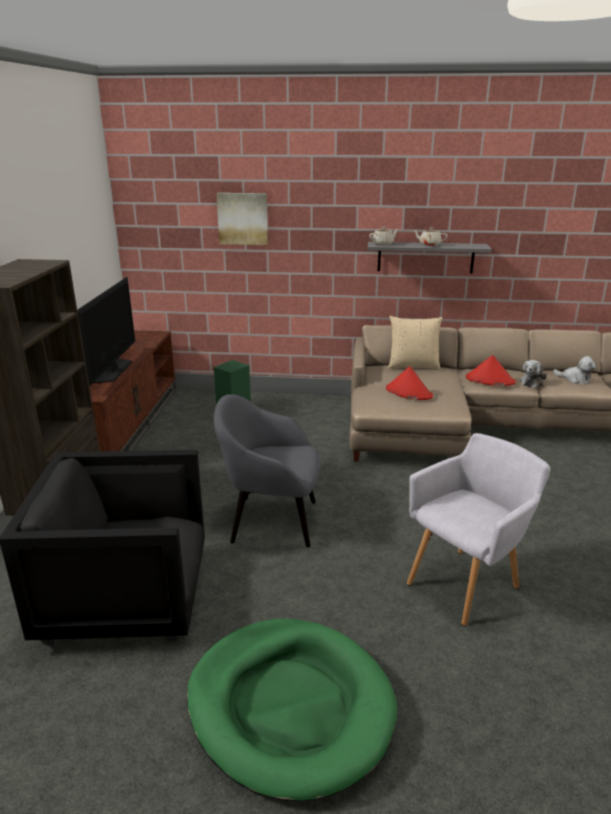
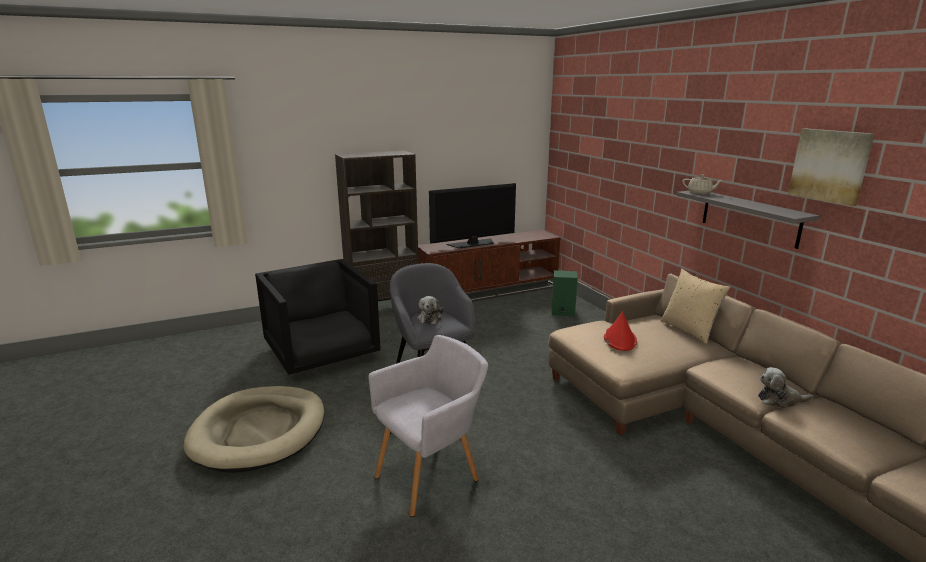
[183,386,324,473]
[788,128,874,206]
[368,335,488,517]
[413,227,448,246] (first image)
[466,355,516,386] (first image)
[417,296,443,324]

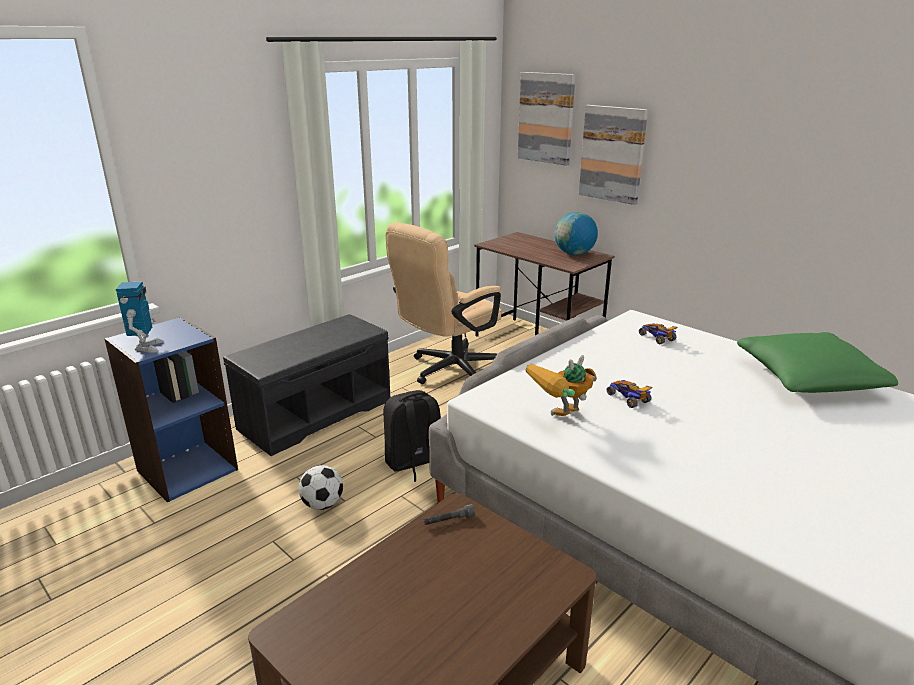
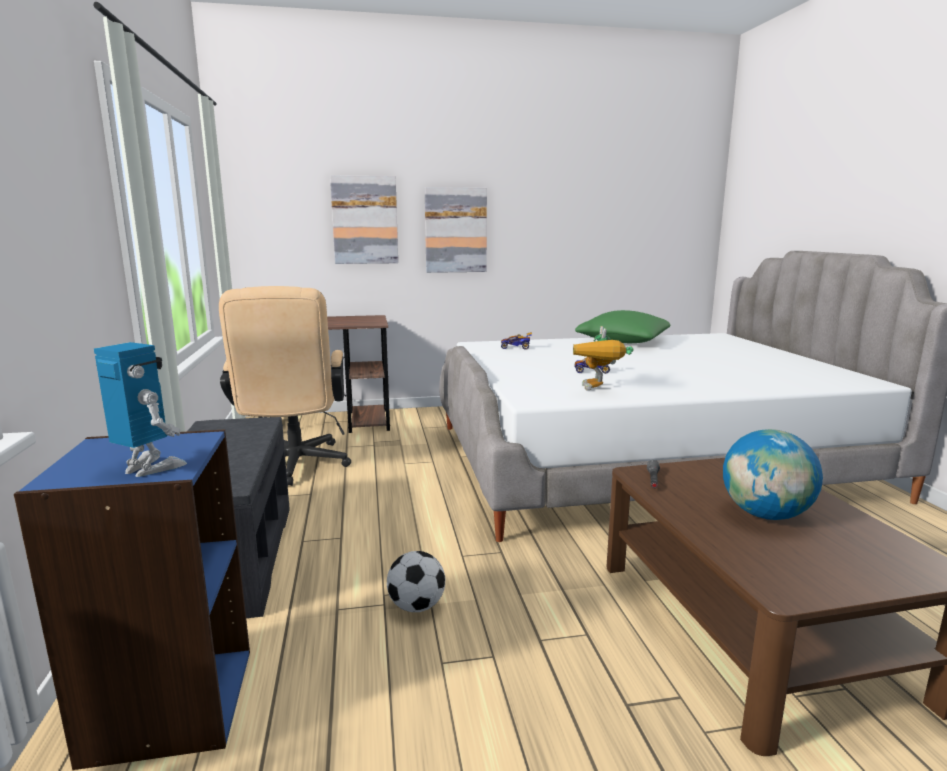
[383,390,441,482] (first image)
[425,187,487,273]
[723,429,823,520]

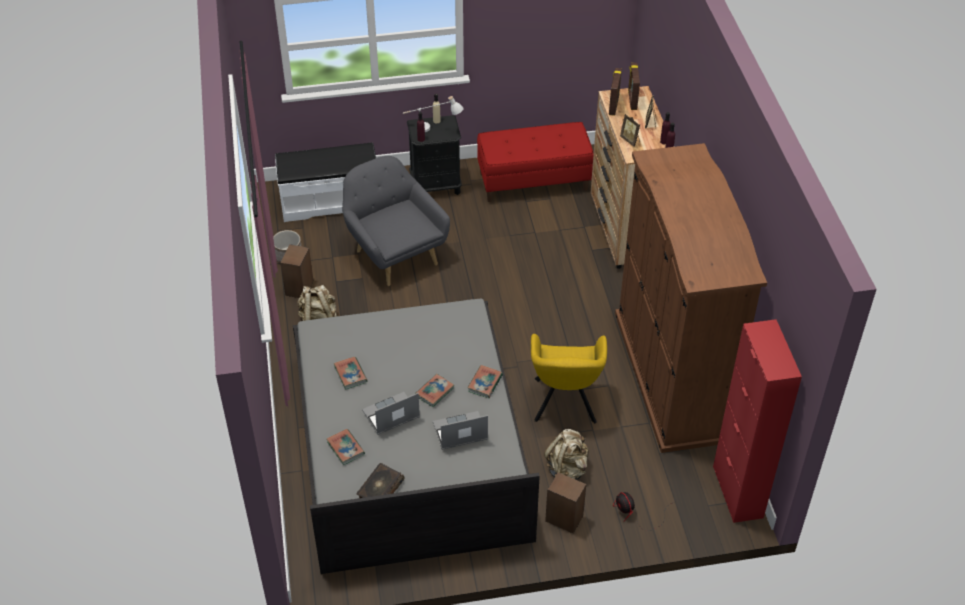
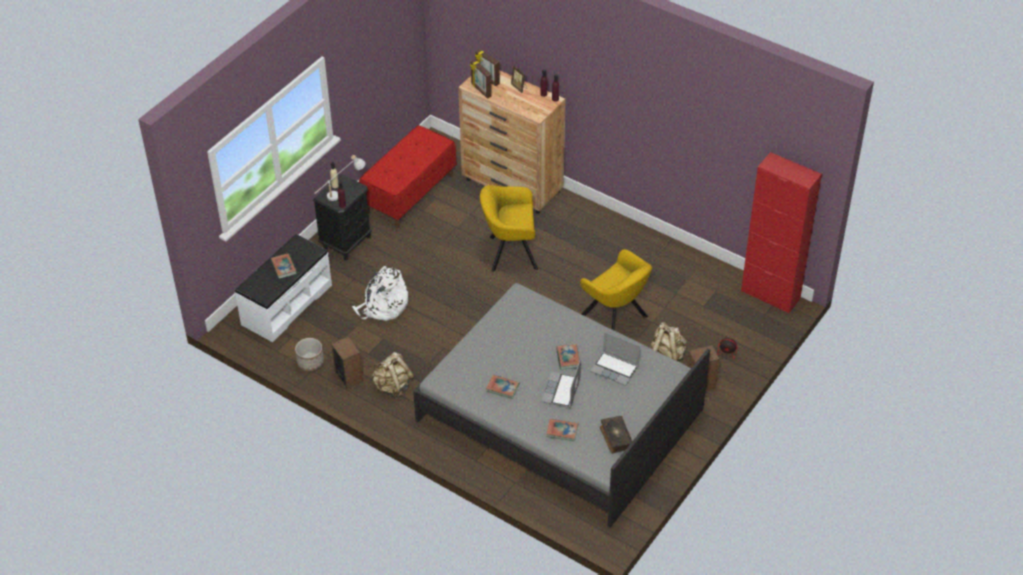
[352,266,408,321]
[590,332,640,386]
[271,253,297,279]
[615,143,767,453] (first image)
[620,114,640,147] (first image)
[480,185,538,272]

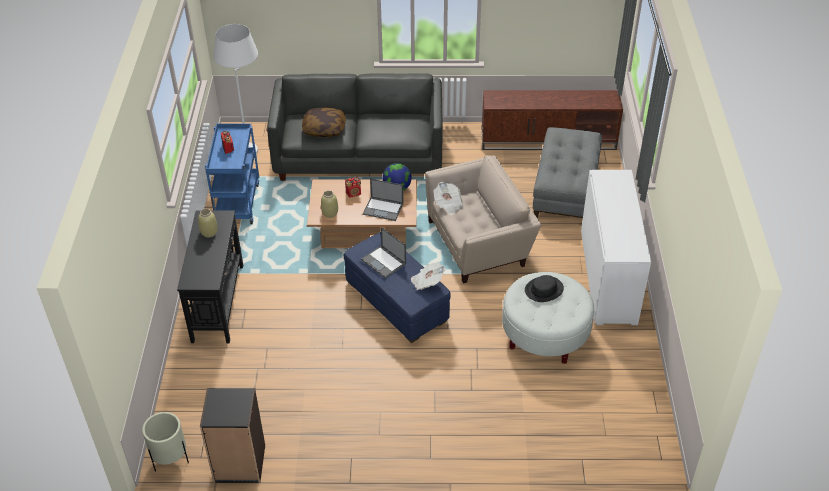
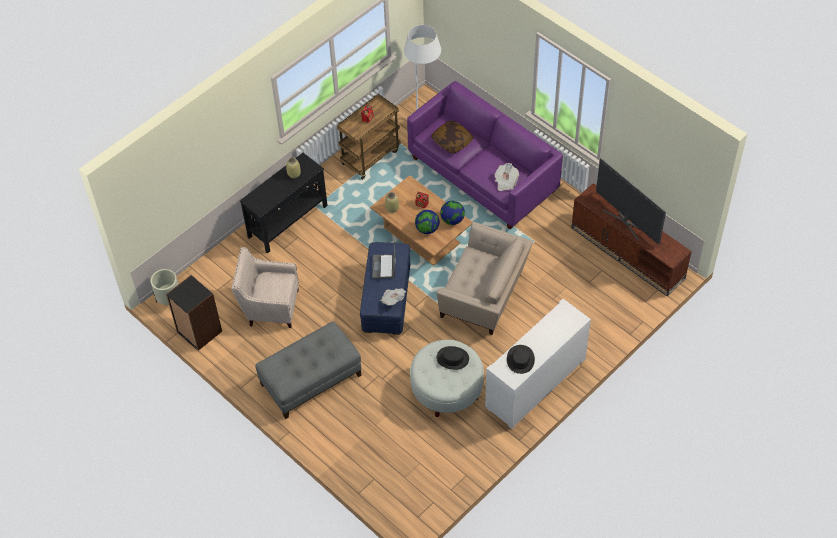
[337,94,401,180]
[407,81,563,230]
[415,210,440,234]
[494,163,519,191]
[255,322,361,419]
[232,247,299,328]
[507,345,535,374]
[596,158,666,244]

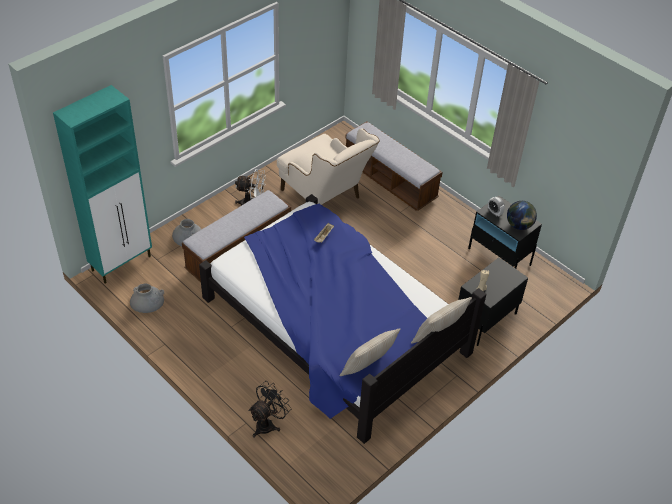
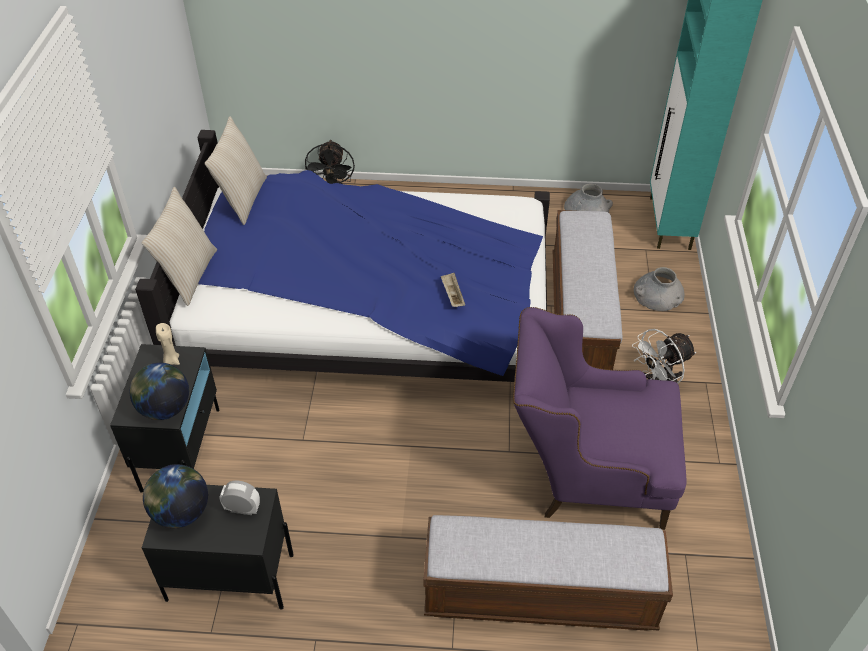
[513,307,687,530]
[130,363,189,420]

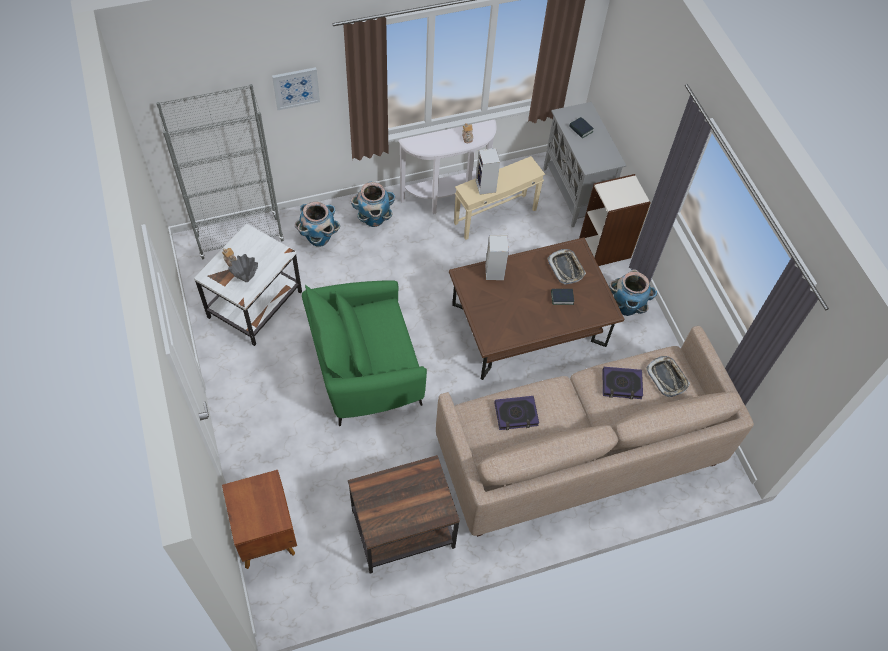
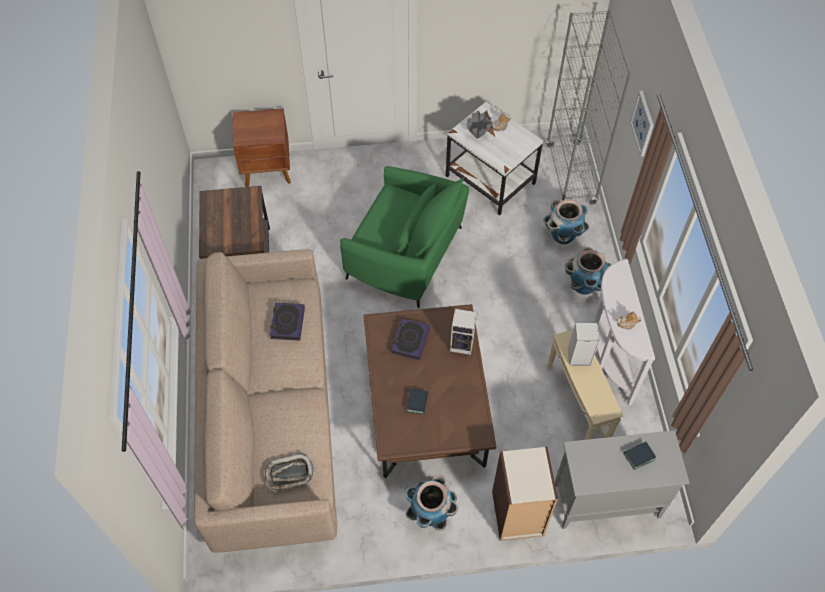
[340,166,469,308]
[547,249,586,285] (first image)
[391,318,430,360]

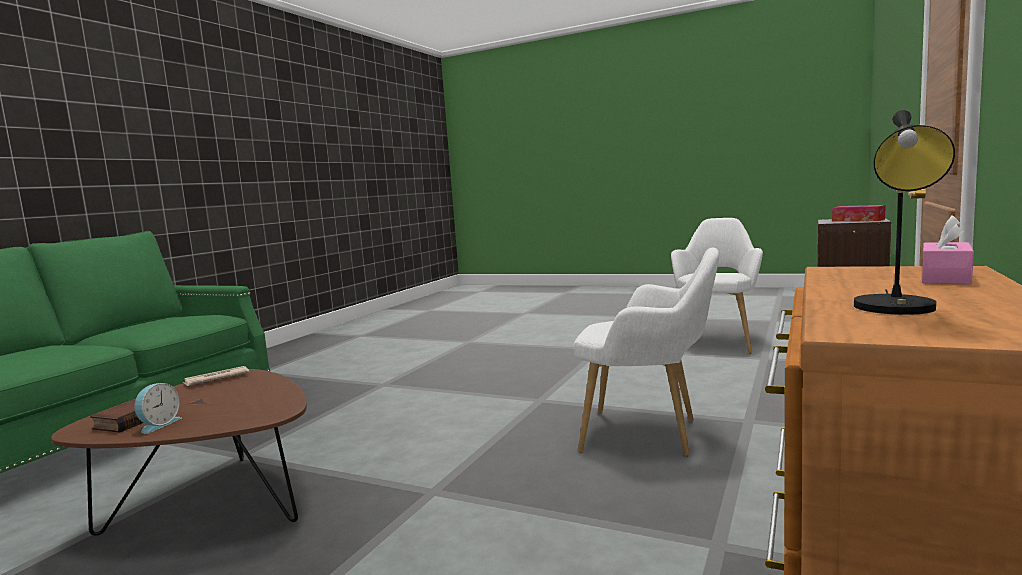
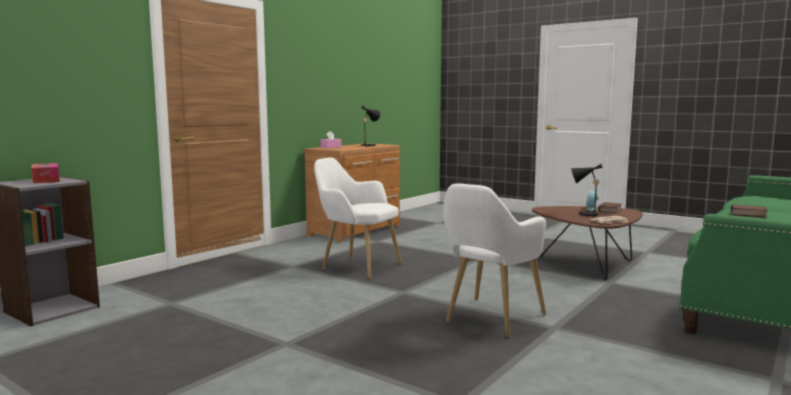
[443,183,546,338]
[571,164,606,216]
[731,205,768,218]

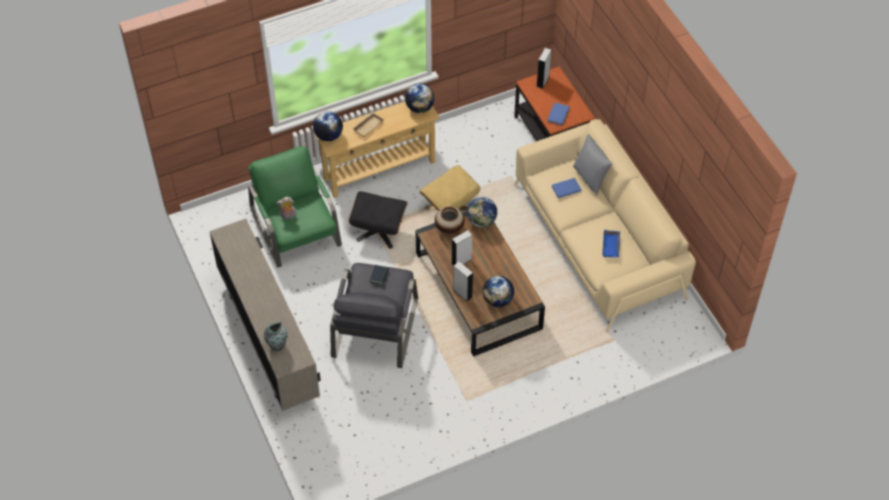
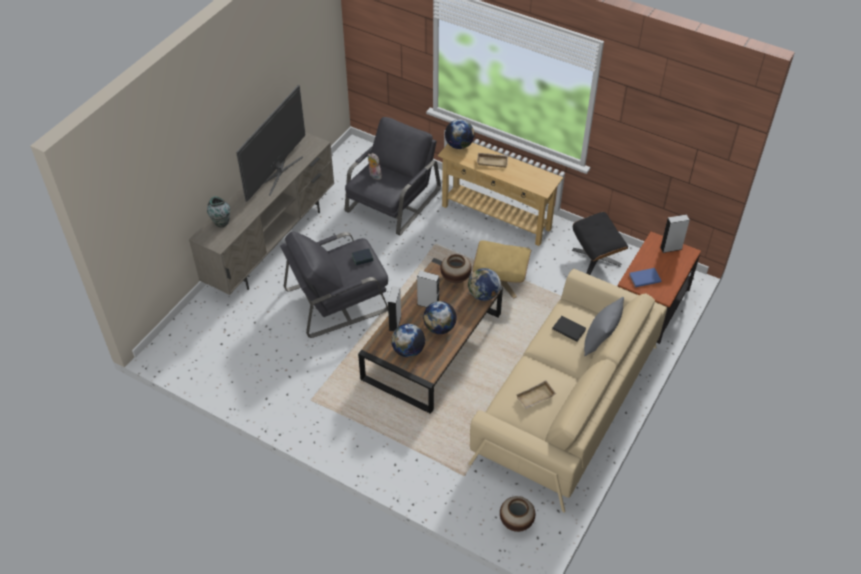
[345,117,441,235]
[572,212,628,275]
[423,301,457,334]
[552,316,586,341]
[516,380,556,409]
[236,85,305,202]
[500,496,535,532]

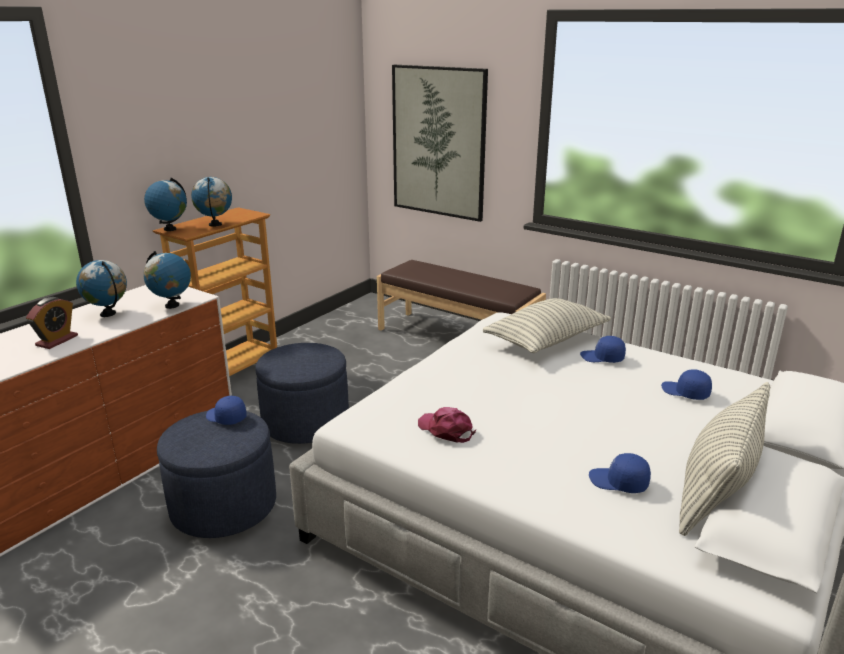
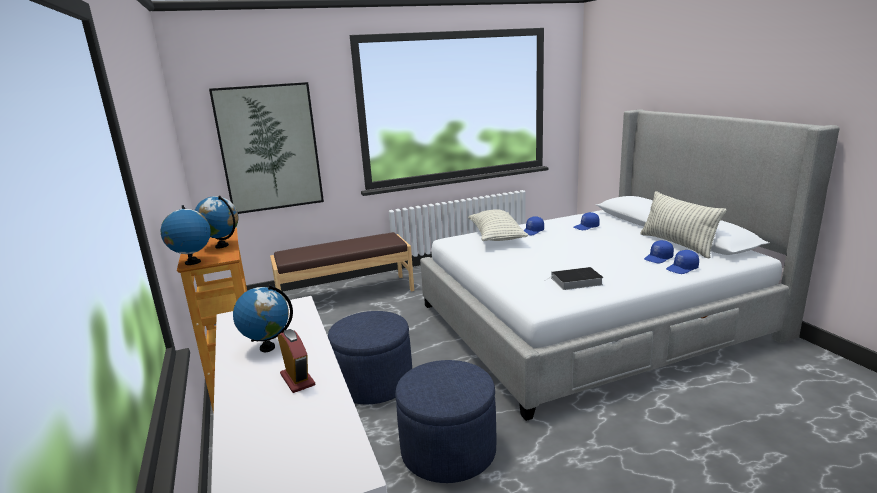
[143,251,191,309] (first image)
[666,250,699,274]
[549,267,603,290]

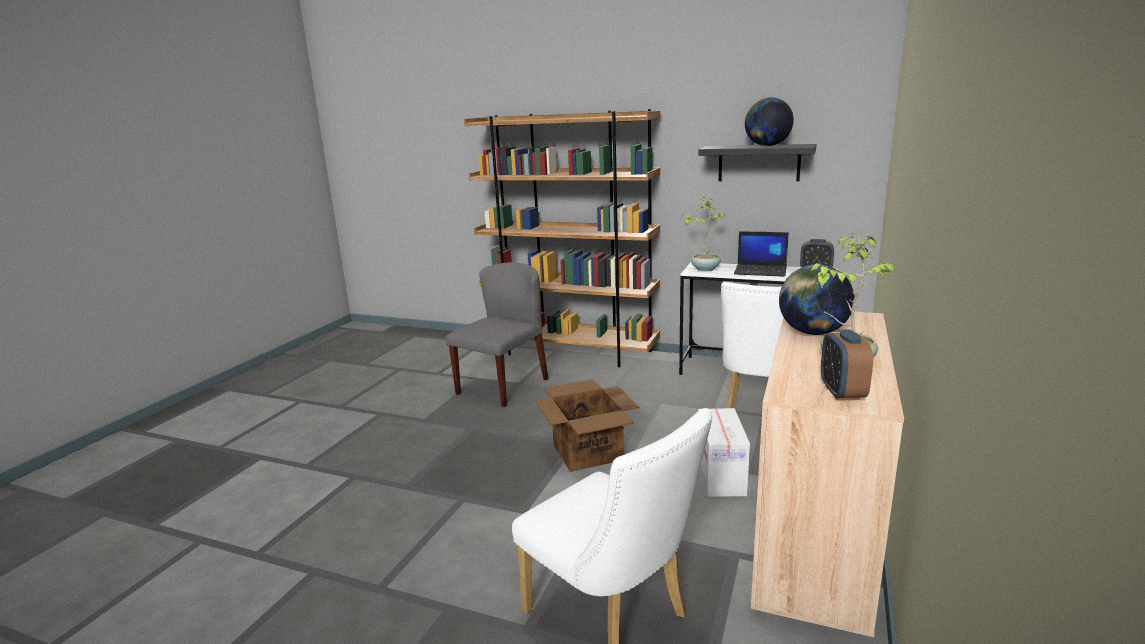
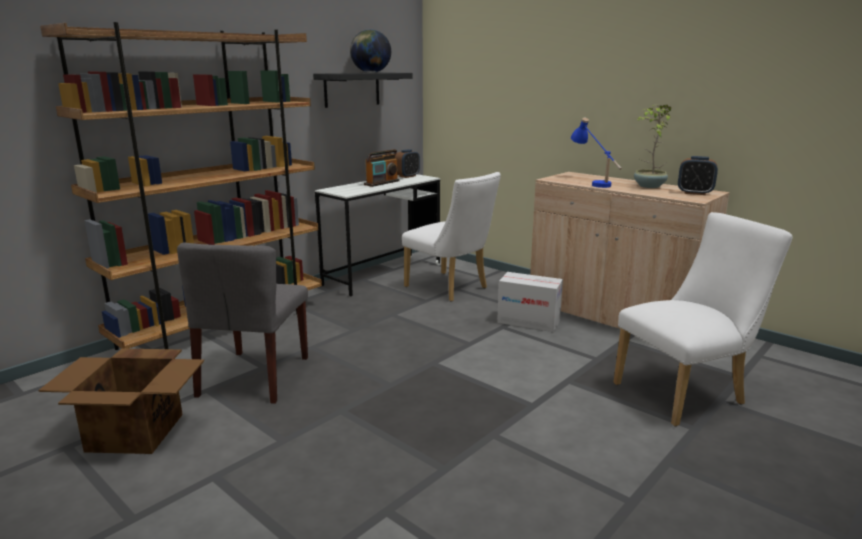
[177,242,308,404]
[38,349,204,454]
[681,197,725,271] (first image)
[364,149,400,187]
[571,118,622,188]

